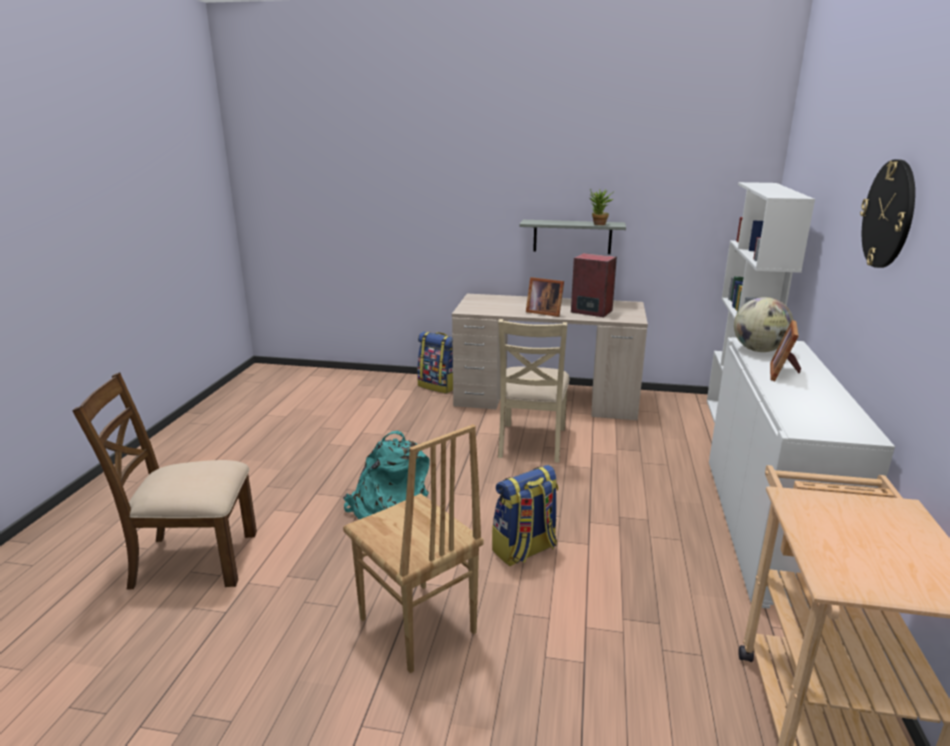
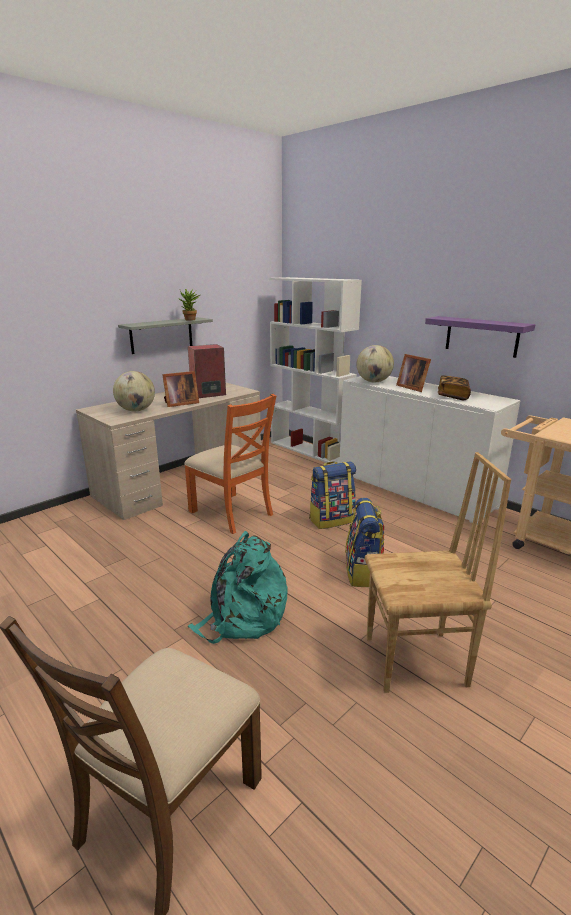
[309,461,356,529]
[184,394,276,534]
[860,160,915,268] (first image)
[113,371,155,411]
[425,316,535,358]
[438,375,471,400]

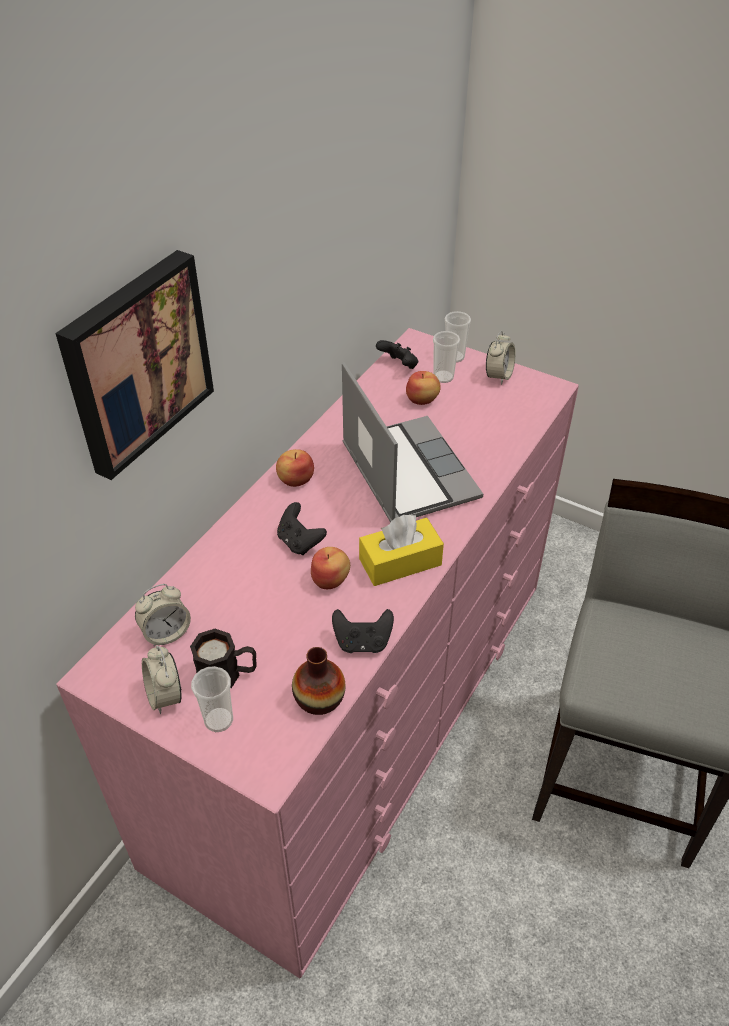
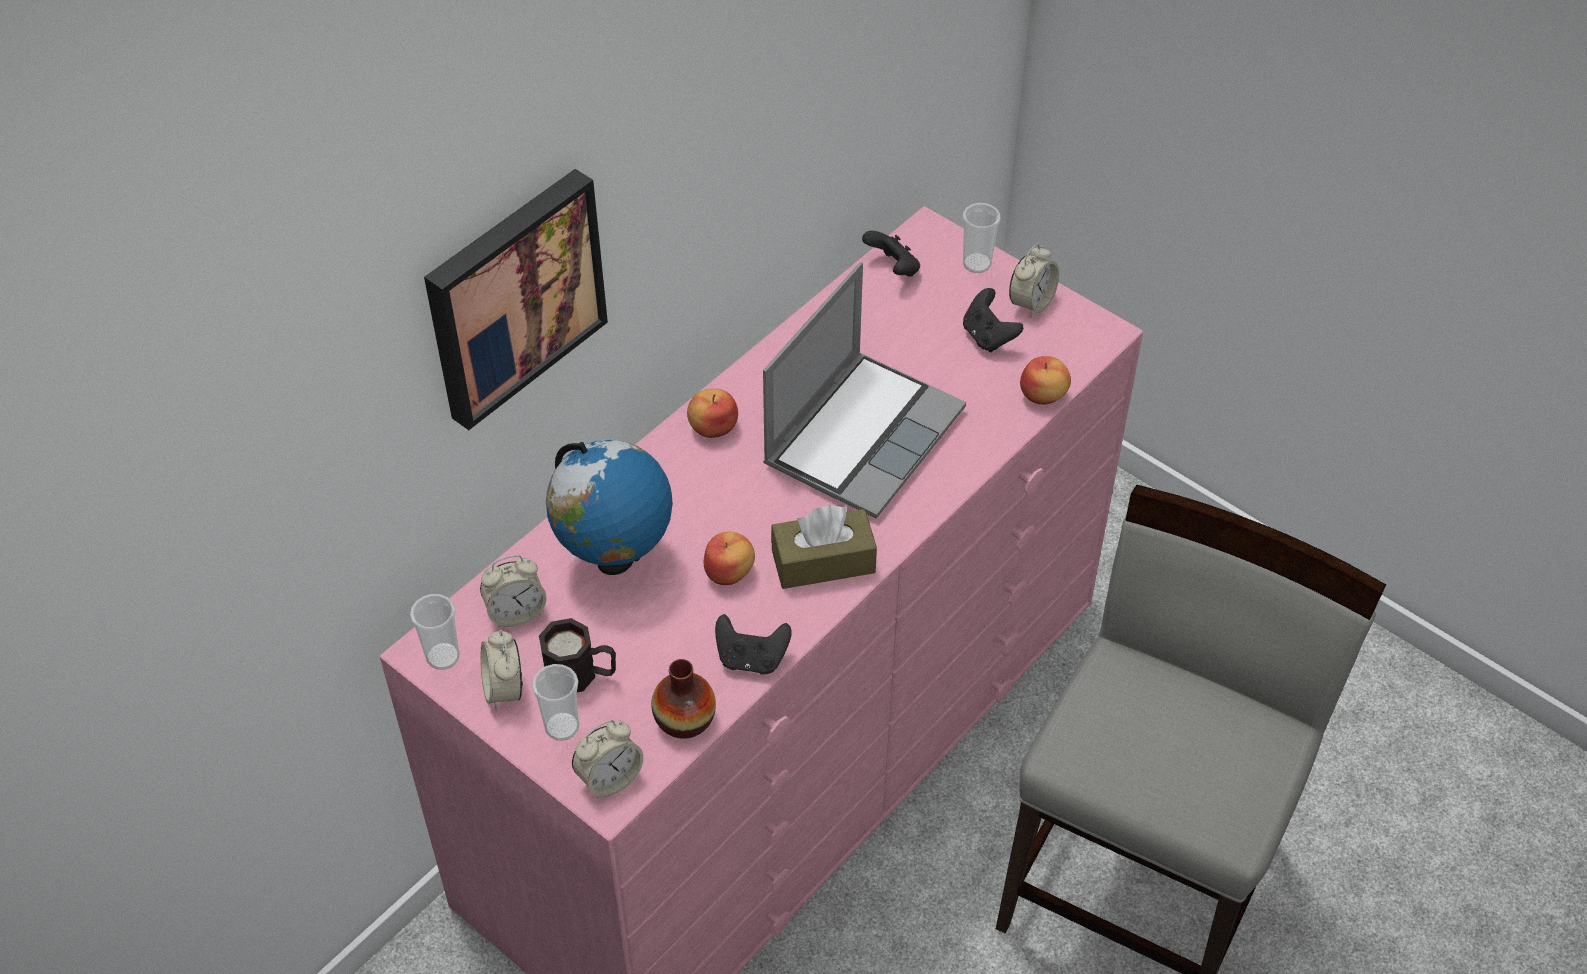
[963,288,1023,352]
[763,262,966,519]
[771,505,877,589]
[1020,356,1071,405]
[410,594,460,670]
[546,440,673,575]
[572,720,644,799]

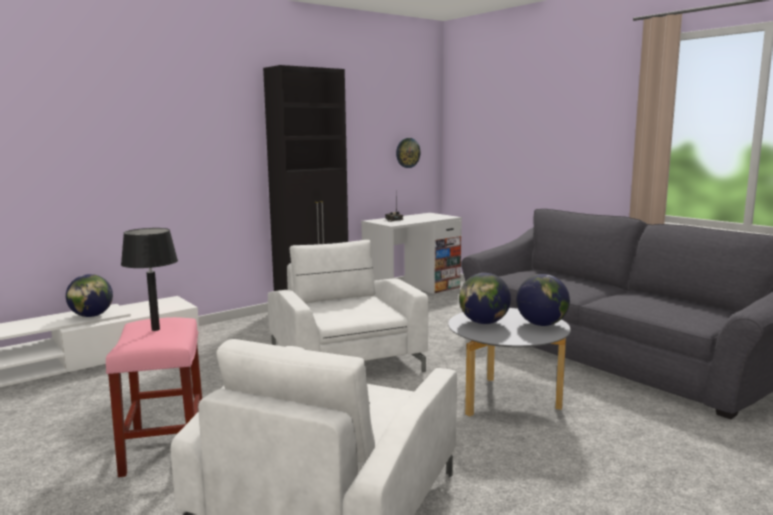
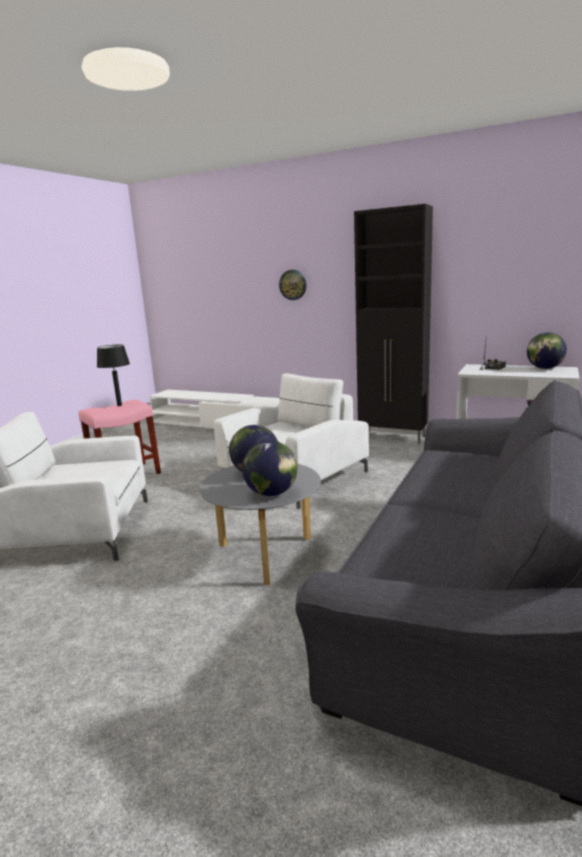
[527,332,567,369]
[279,270,307,300]

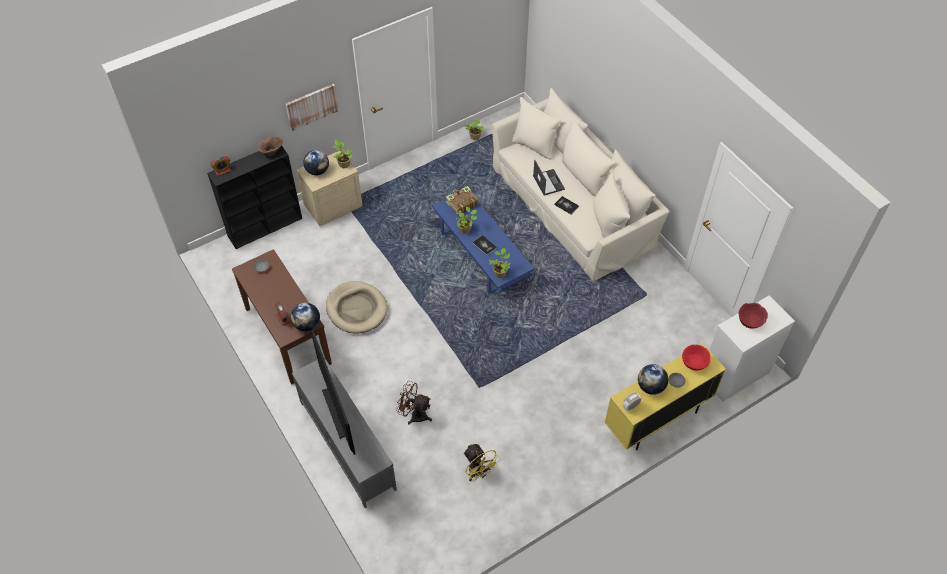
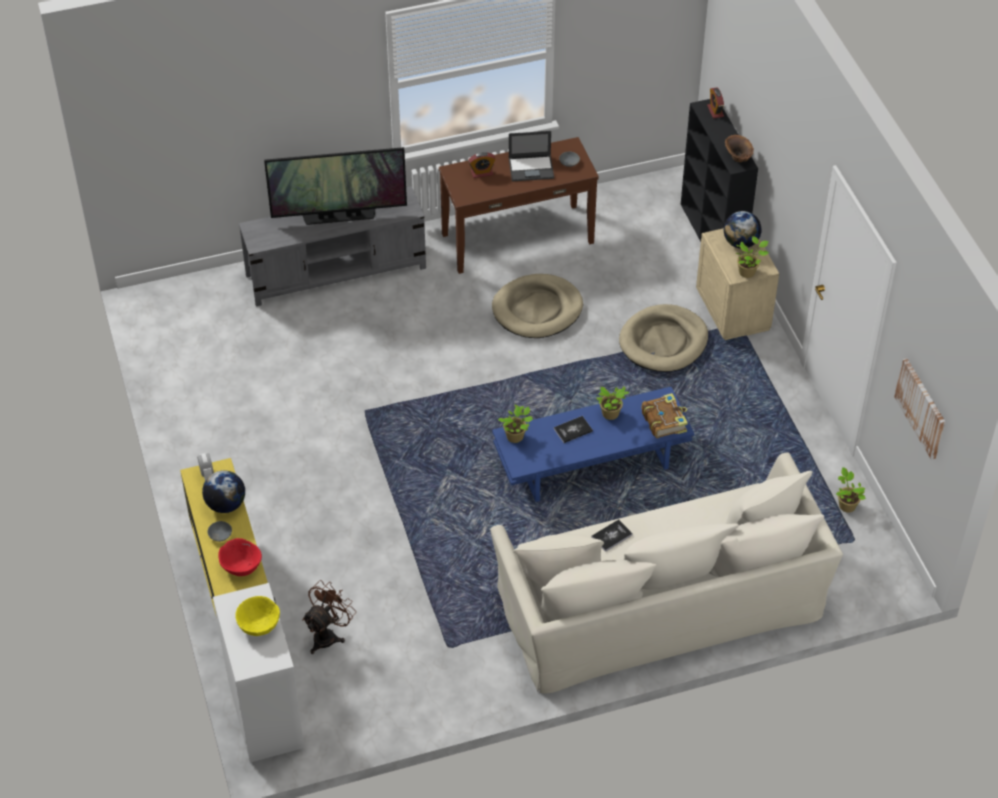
[894,358,945,460]
[291,303,320,331] (first image)
[302,580,356,654]
[463,444,500,481] (first image)
[509,131,554,181]
[235,596,280,636]
[619,304,708,372]

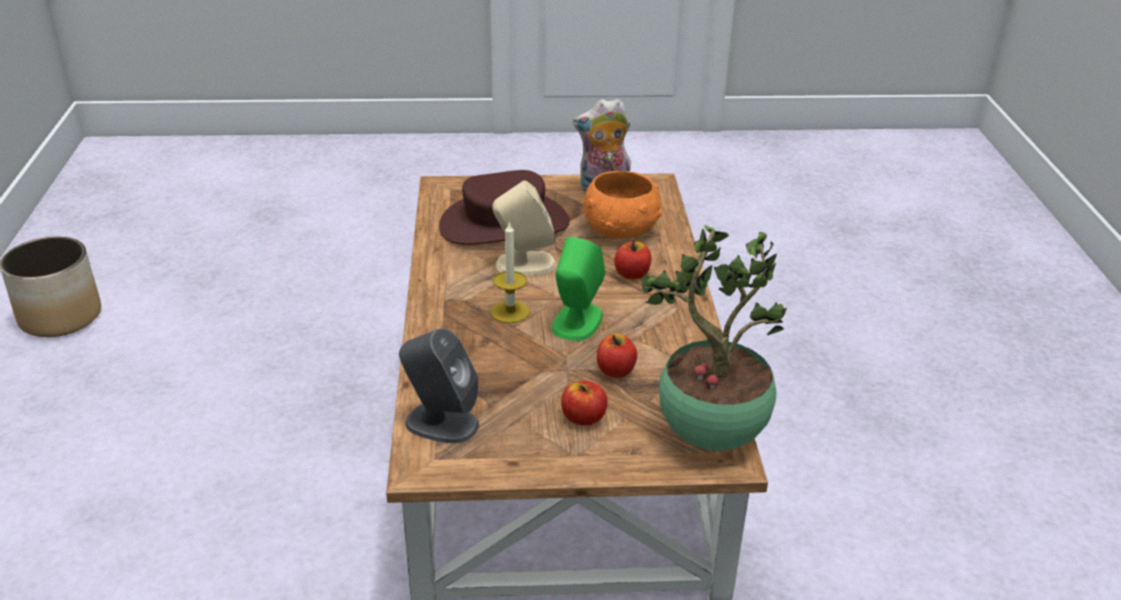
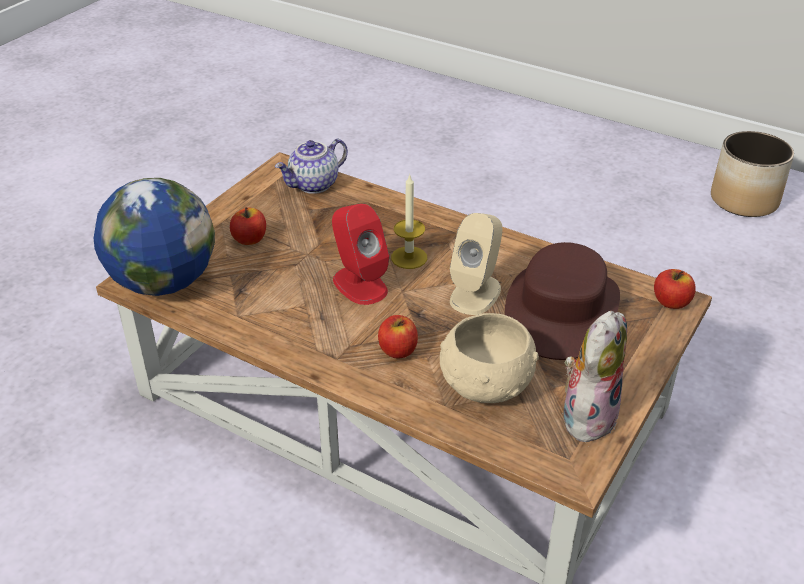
[275,139,348,194]
[332,204,389,305]
[440,313,539,403]
[654,269,696,309]
[93,178,215,296]

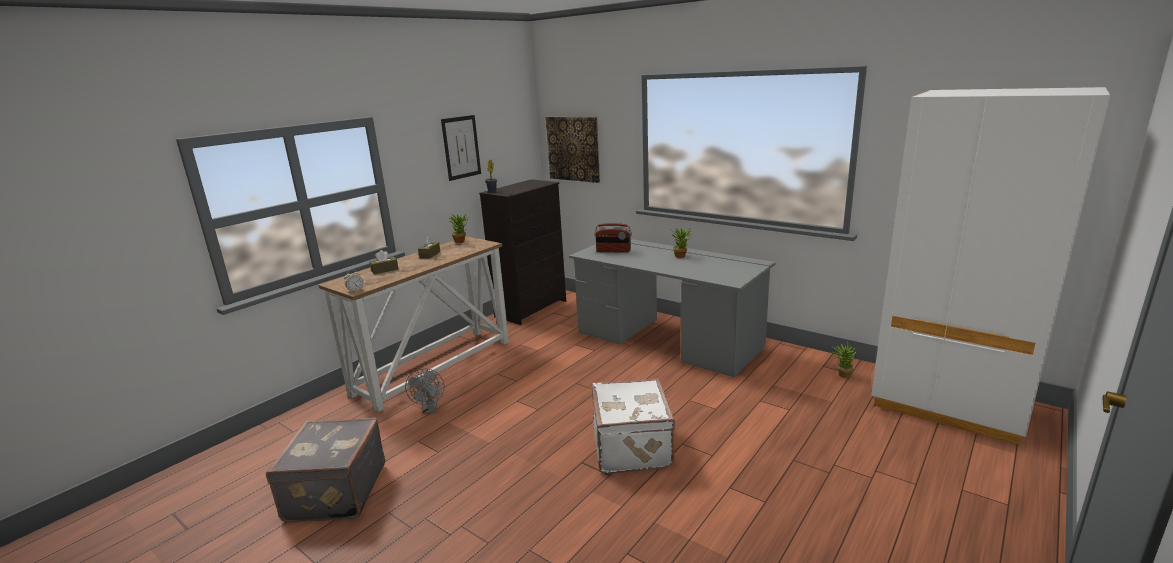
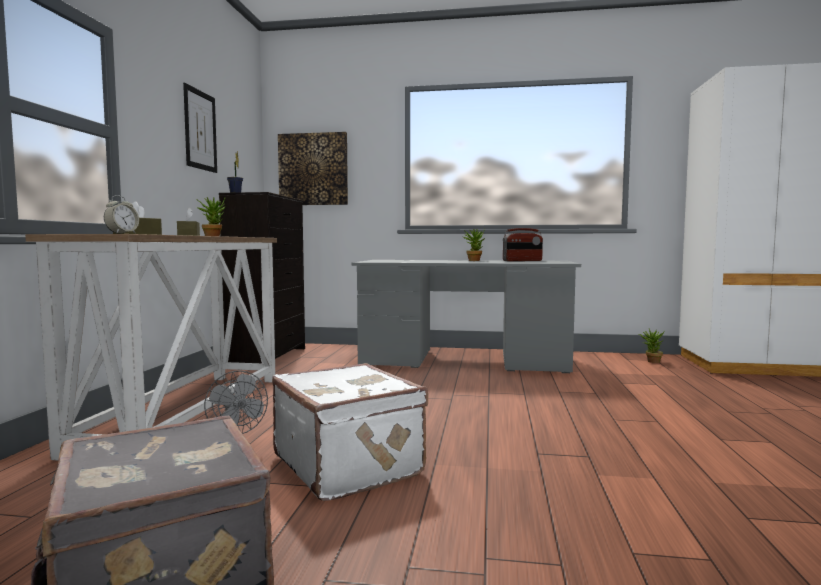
[272,363,428,501]
[503,228,543,261]

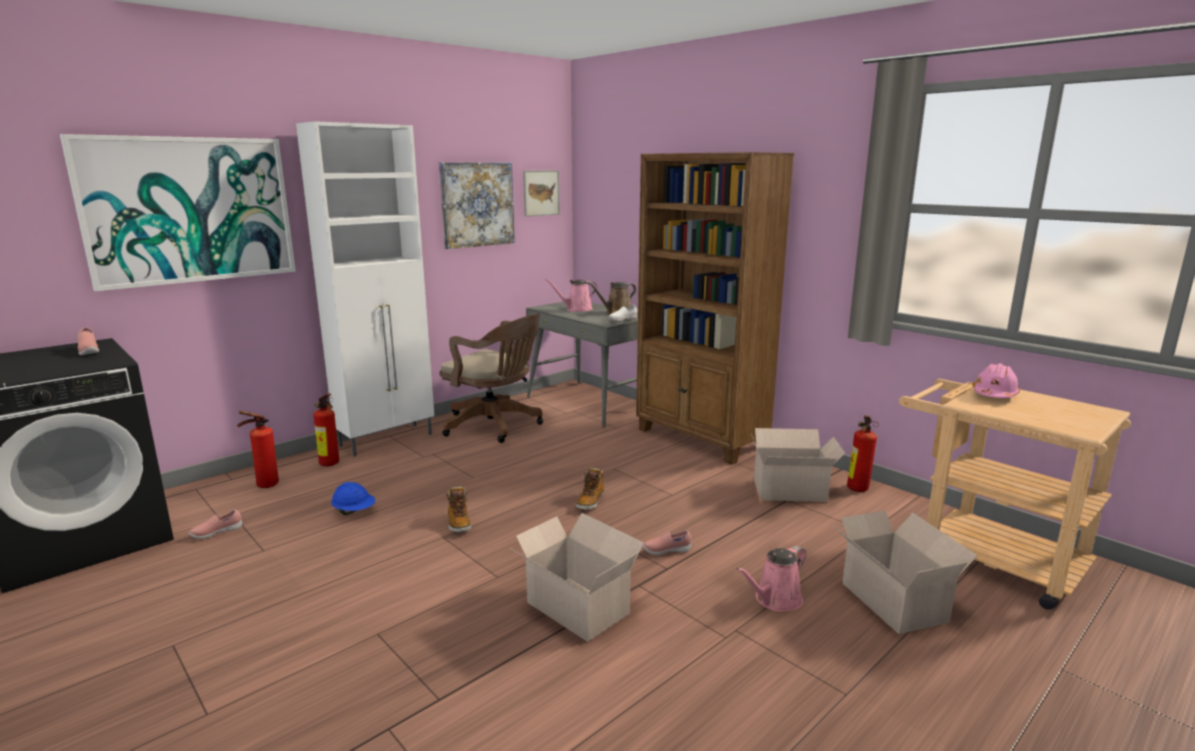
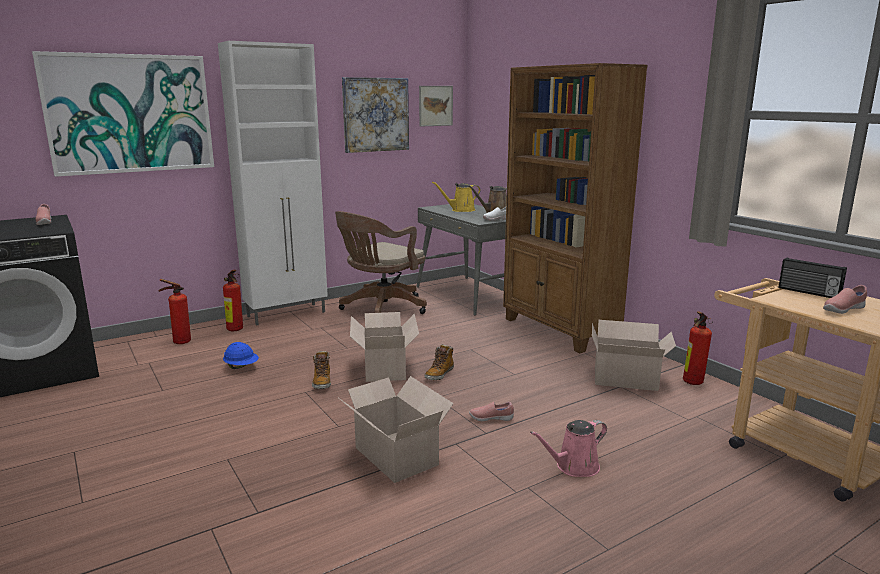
[823,285,867,314]
[335,211,427,314]
[432,182,481,212]
[350,312,419,382]
[778,258,847,298]

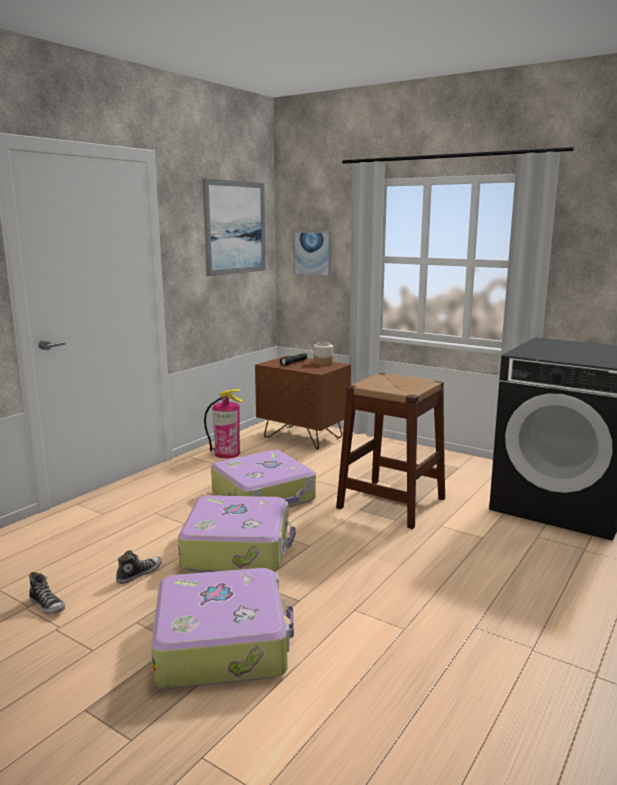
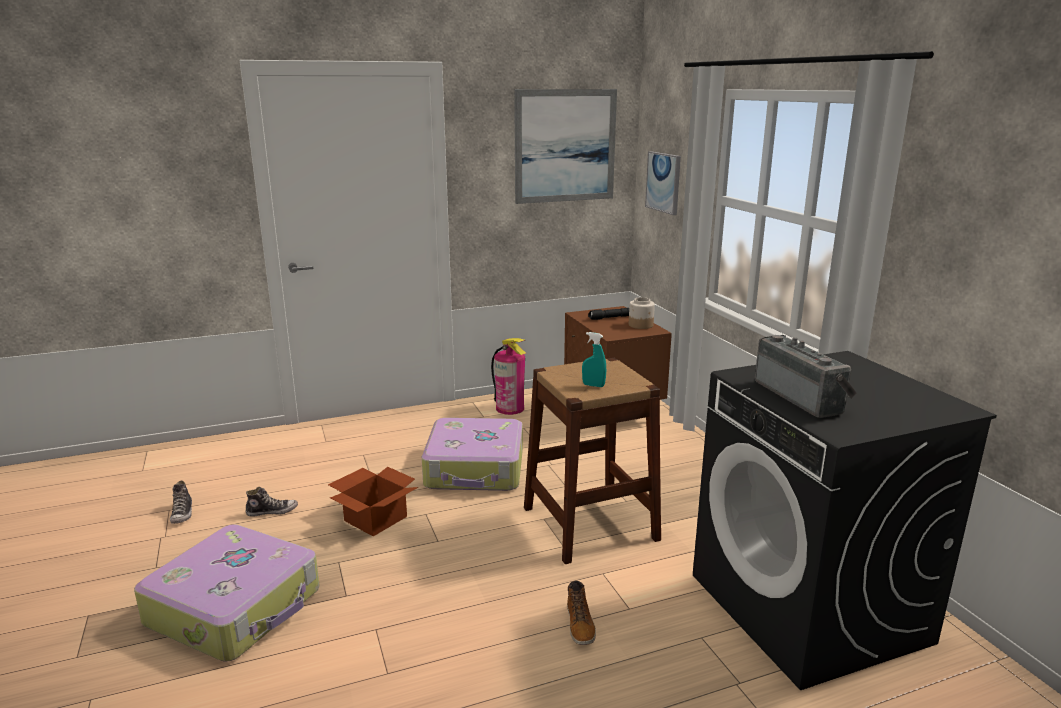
[328,467,418,536]
[567,581,596,645]
[582,332,606,387]
[755,335,857,418]

